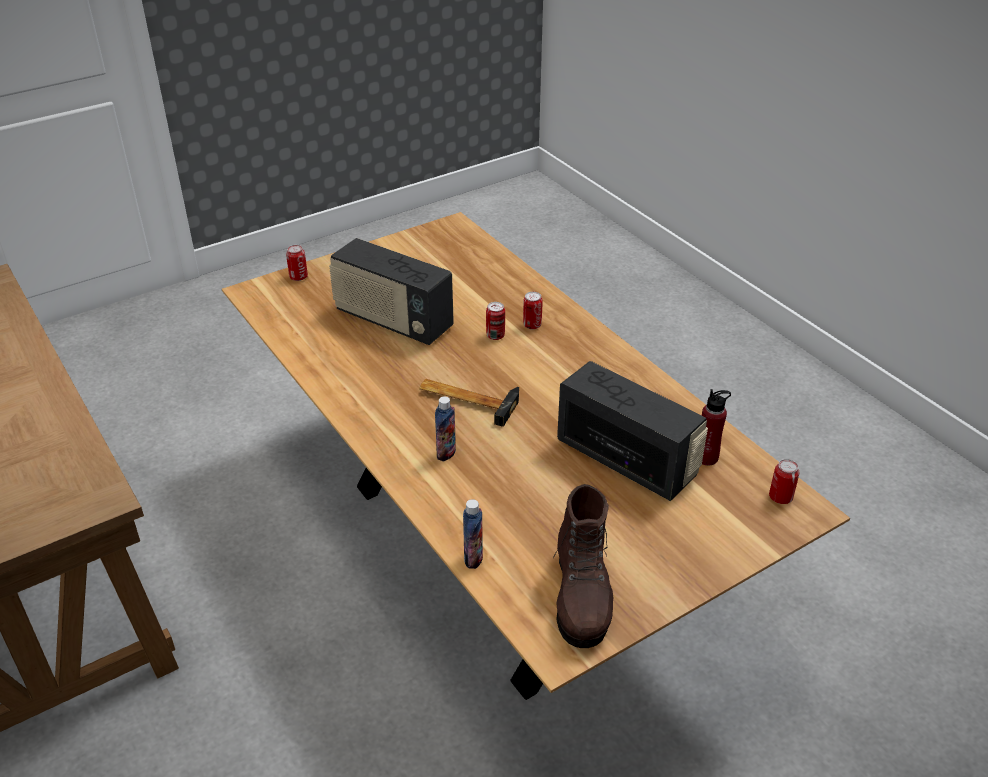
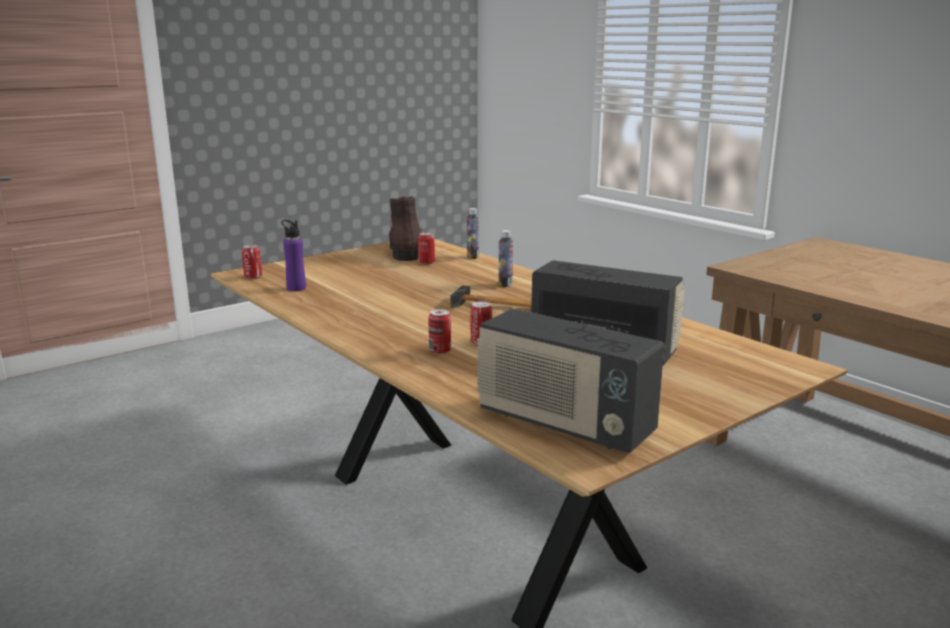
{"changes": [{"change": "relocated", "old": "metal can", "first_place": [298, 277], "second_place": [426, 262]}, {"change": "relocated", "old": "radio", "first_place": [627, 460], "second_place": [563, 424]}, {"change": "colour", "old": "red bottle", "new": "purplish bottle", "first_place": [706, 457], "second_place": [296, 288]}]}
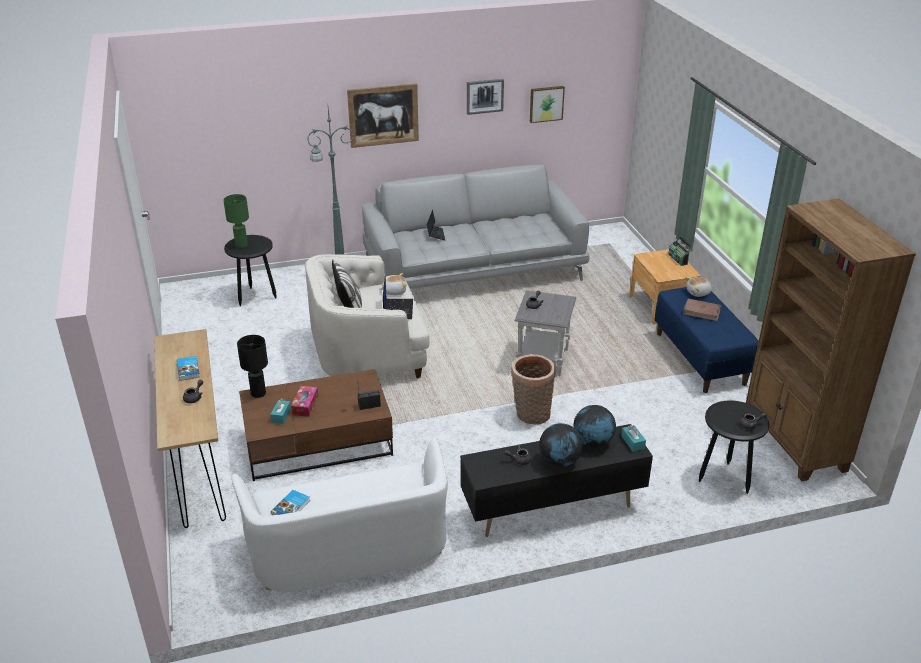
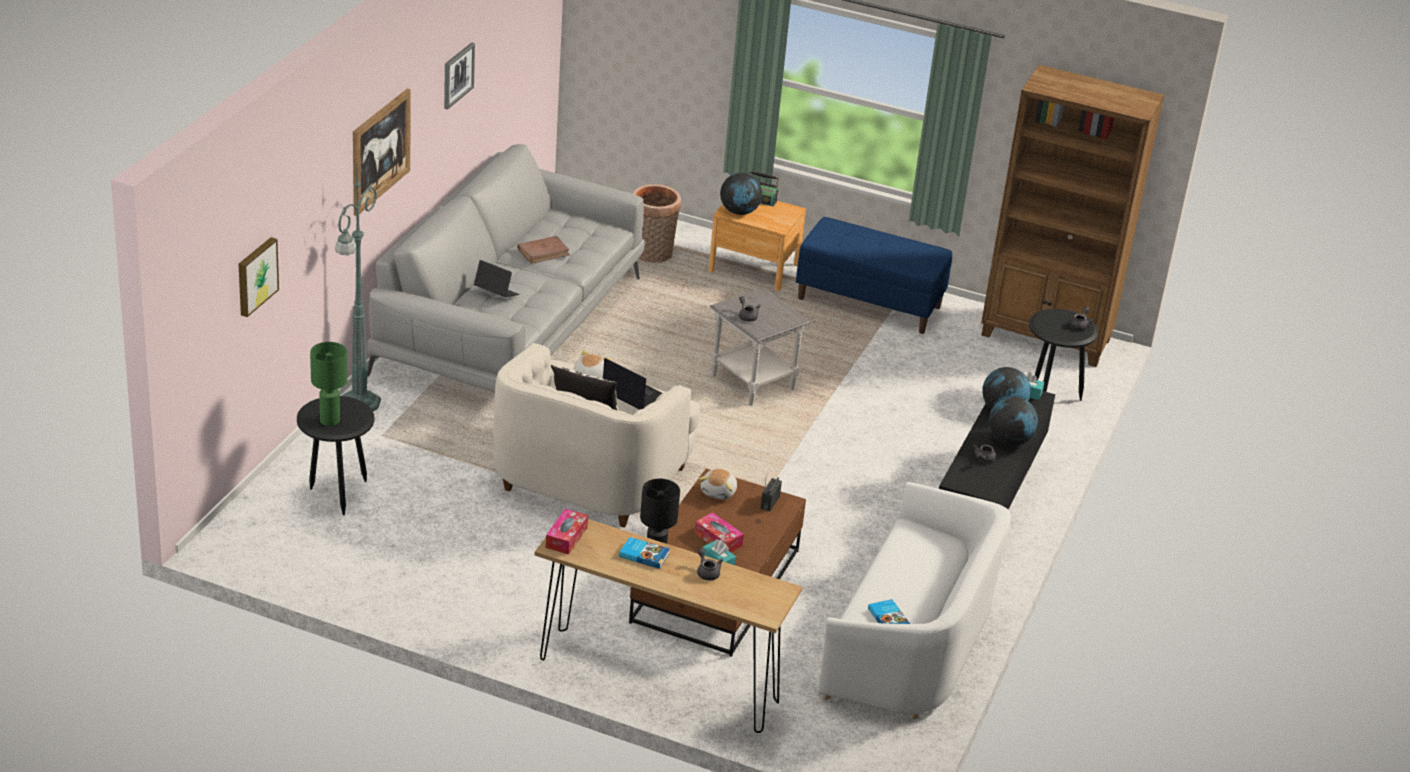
{"changes": [{"change": "appeared", "new": "box of tissues", "second_place": [566, 537]}, {"change": "appeared", "new": "desk globe", "second_place": [739, 212]}, {"change": "relocated", "old": "storage basket", "first_place": [531, 415], "second_place": [652, 255]}, {"change": "relocated", "old": "wall art", "first_place": [546, 103], "second_place": [255, 276]}, {"change": "relocated", "old": "brown-coloured bound book", "first_place": [702, 311], "second_place": [543, 252]}, {"change": "relocated", "old": "soft toy", "first_place": [698, 293], "second_place": [719, 492]}]}
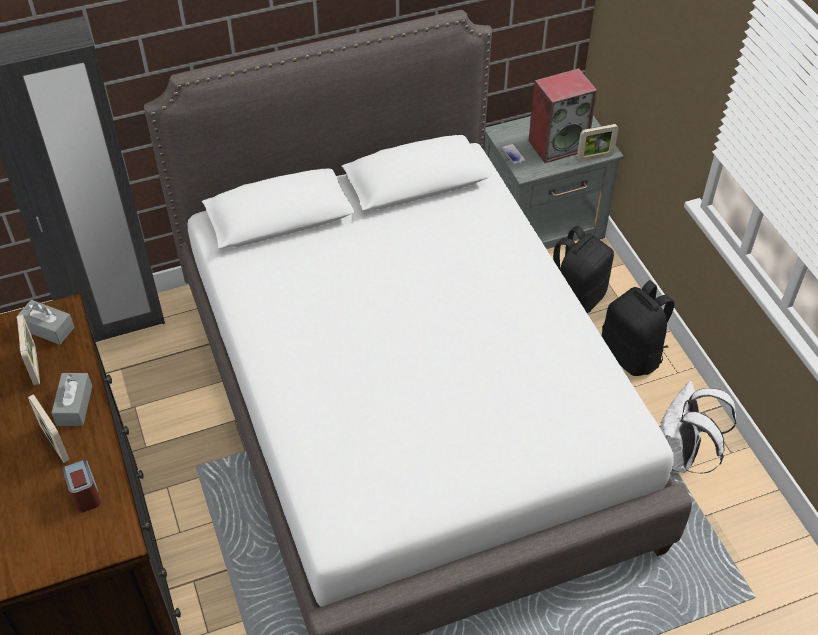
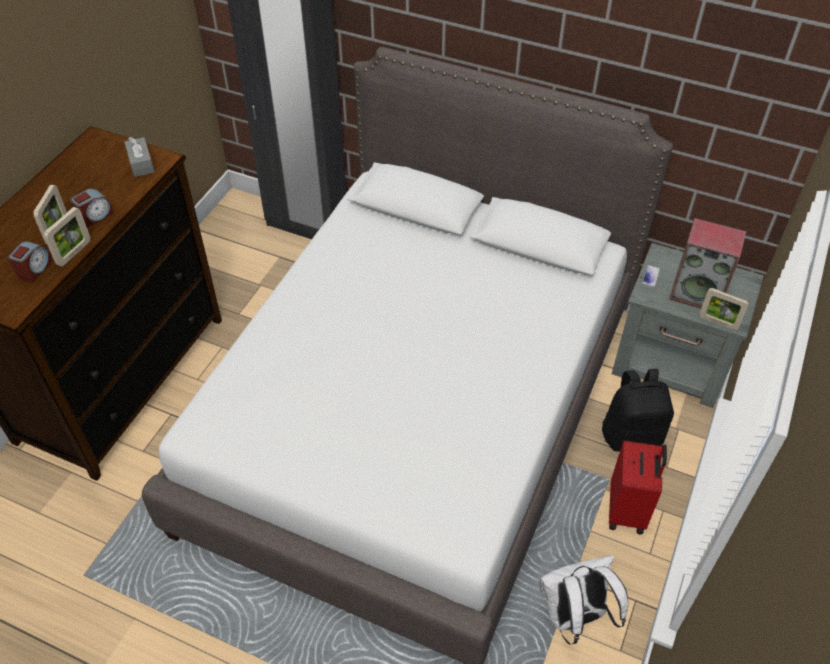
{"changes": [{"change": "relocated", "old": "standing frame", "first_place": [35, 366], "second_place": [74, 253]}, {"change": "exchanged", "old": "gray box of tissues", "new": "alarm clock", "first_place": [74, 405], "second_place": [95, 217]}, {"change": "exchanged", "old": "black backpack", "new": "red suitcase", "first_place": [632, 354], "second_place": [628, 510]}]}
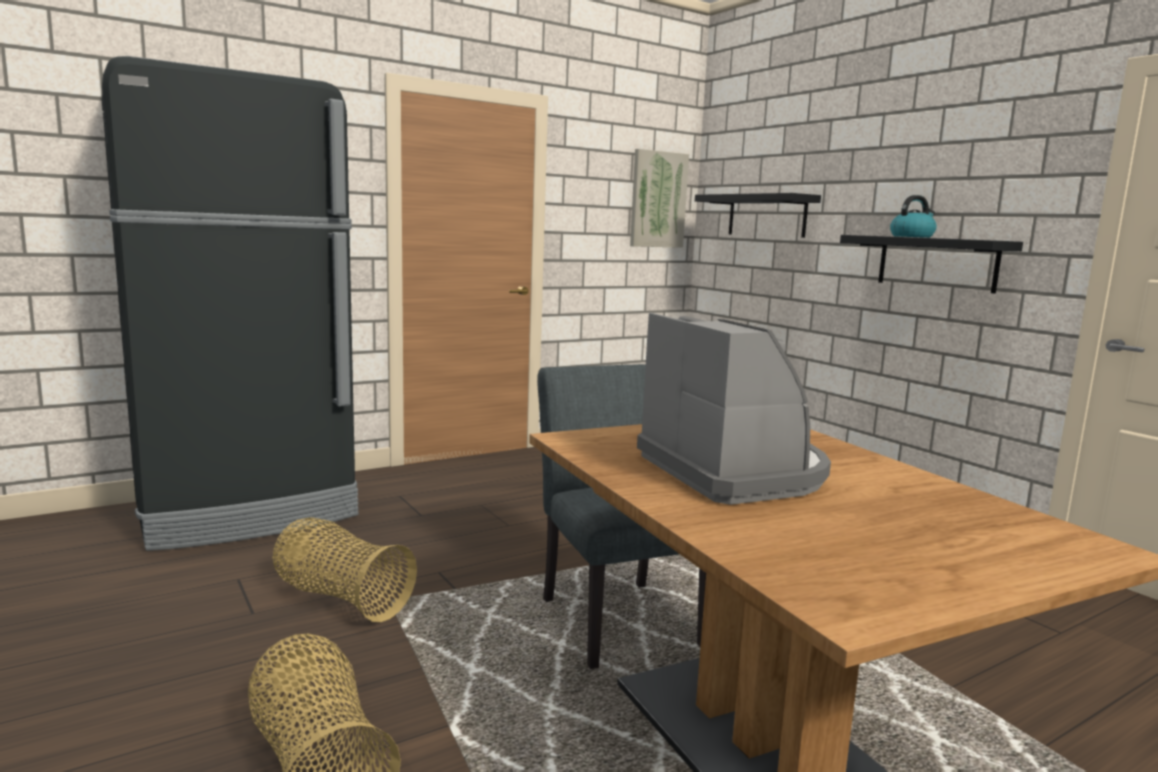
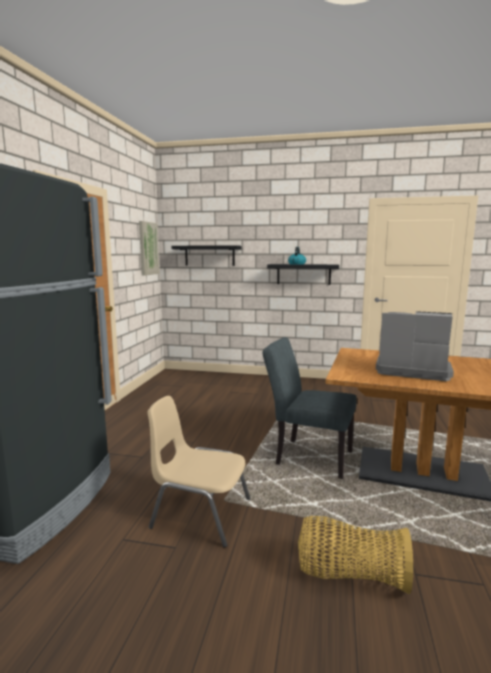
{"changes": [{"change": "exchanged", "old": "storage basket", "new": "beige-coloured chair", "first_place": [341, 598], "second_place": [200, 513]}]}
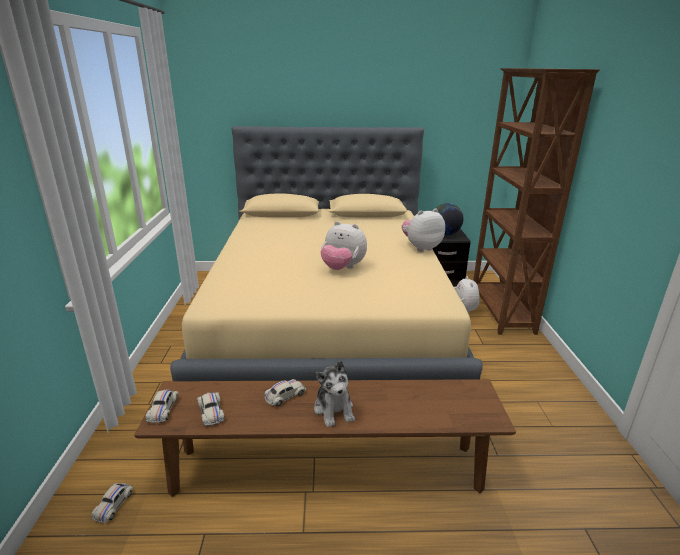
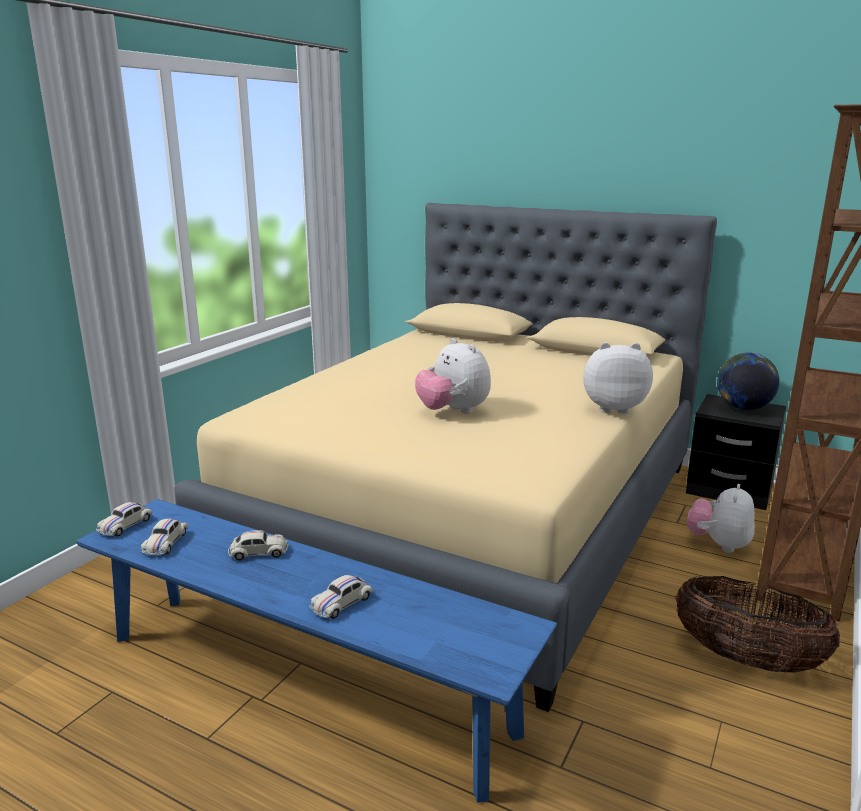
{"changes": [{"change": "missing", "old": "soft toy", "first_place": [334, 409]}, {"change": "appeared", "new": "storage basket", "second_place": [746, 659]}, {"change": "relocated", "old": "white miniature car", "first_place": [113, 505], "second_place": [342, 603]}, {"change": "colour", "old": "brown-coloured long seat", "new": "bluish long seat", "first_place": [327, 469], "second_place": [302, 682]}]}
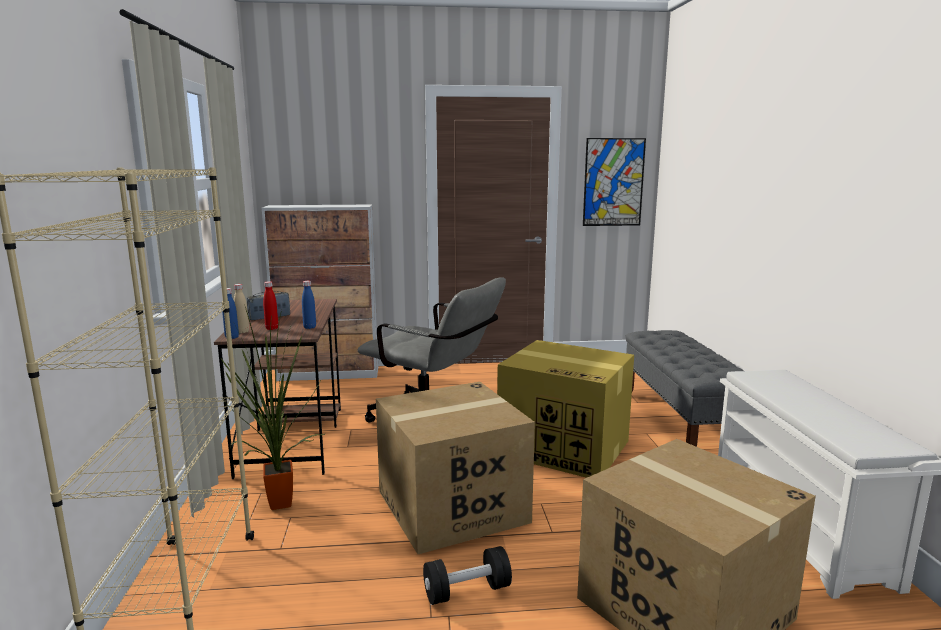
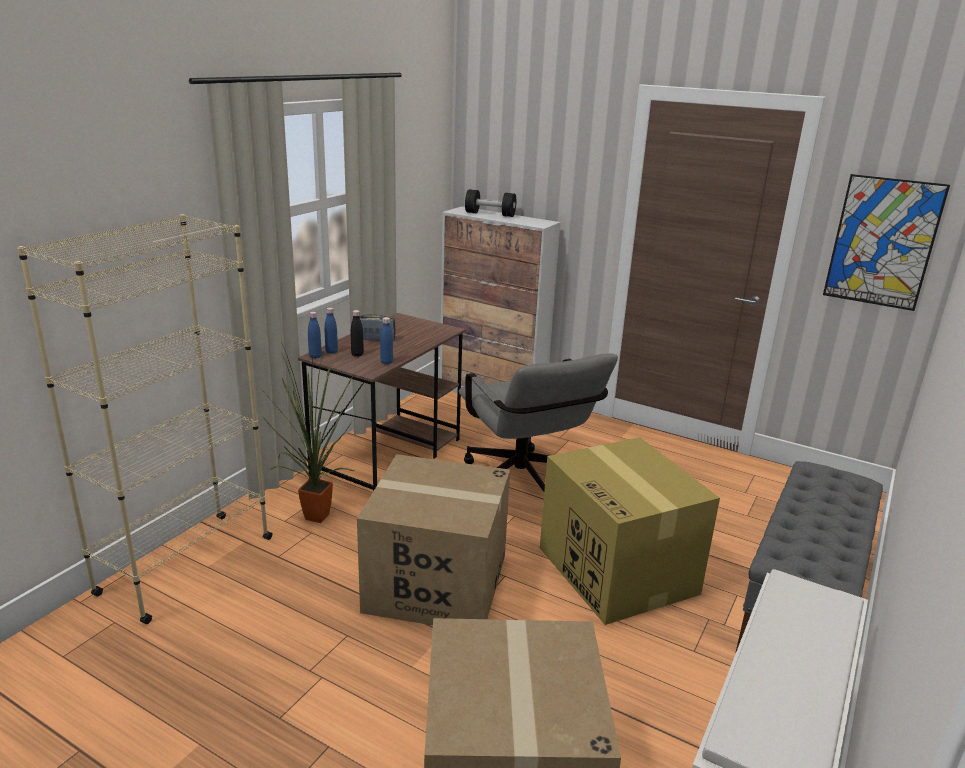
{"changes": [{"change": "relocated", "old": "black dumbbell", "first_place": [467, 591], "second_place": [490, 214]}, {"change": "colour", "old": "beige-coloured bottle", "new": "bluish bottle", "first_place": [242, 332], "second_place": [331, 352]}, {"change": "colour", "old": "red bottle", "new": "black bottle", "first_place": [272, 328], "second_place": [357, 354]}]}
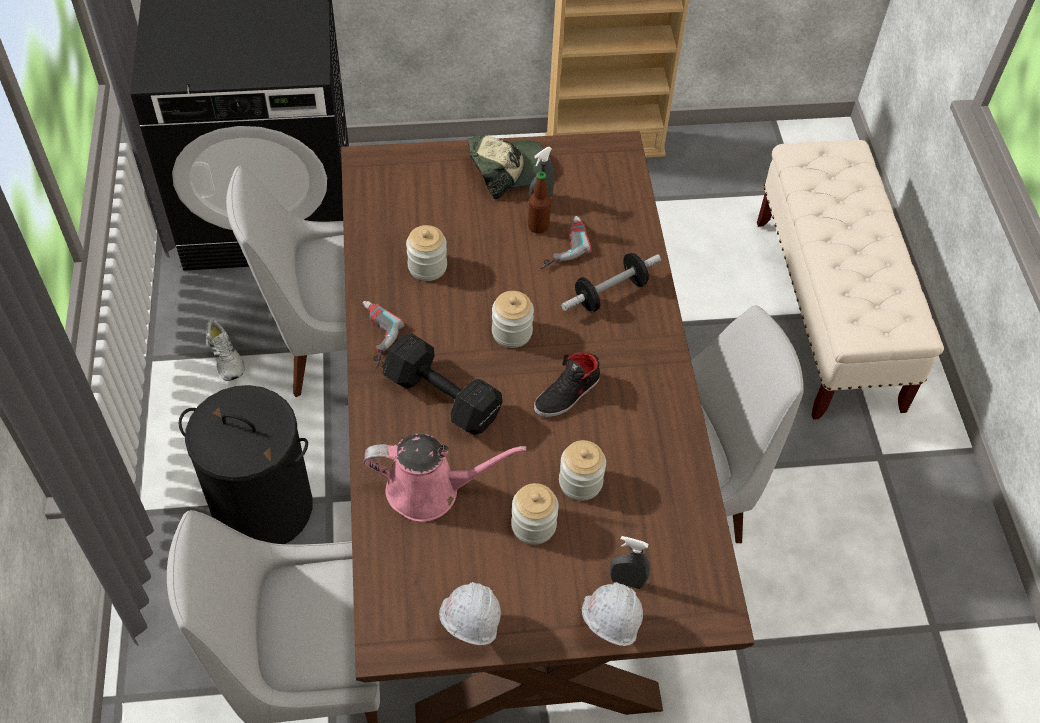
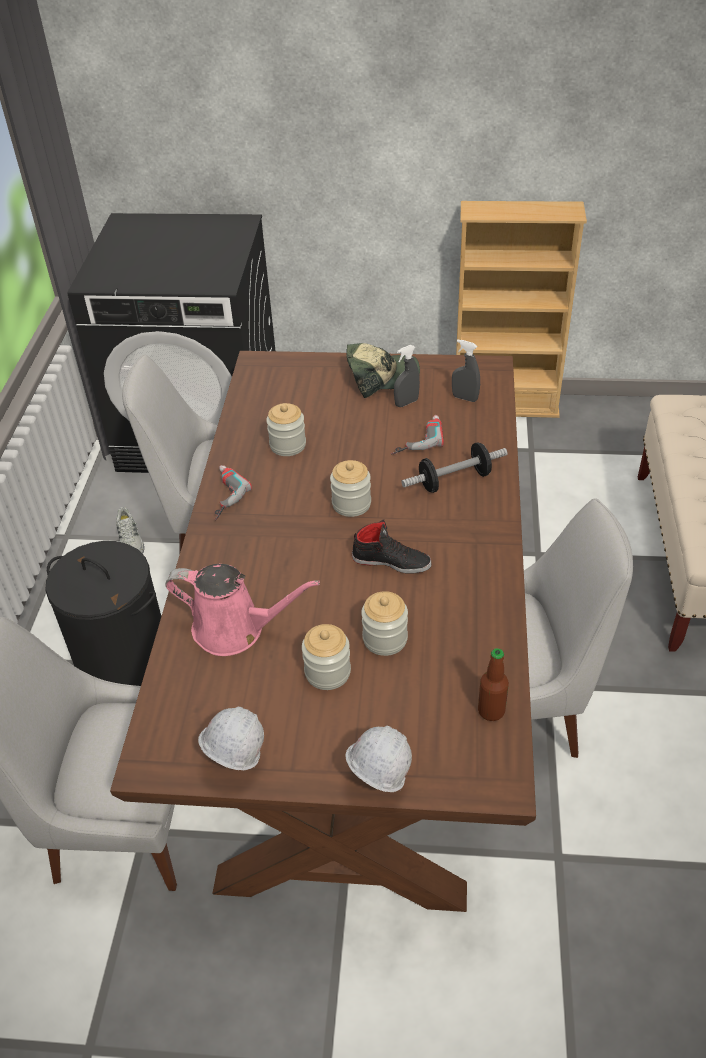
{"changes": [{"change": "missing", "old": "black dumbbell", "first_place": [444, 399]}, {"change": "relocated", "old": "bottle", "first_place": [538, 226], "second_place": [491, 711]}, {"change": "relocated", "old": "gray spray bottle", "first_place": [627, 581], "second_place": [465, 398]}, {"change": "spun", "old": "black shoe", "first_place": [567, 394], "second_place": [391, 561], "degrees": -135}]}
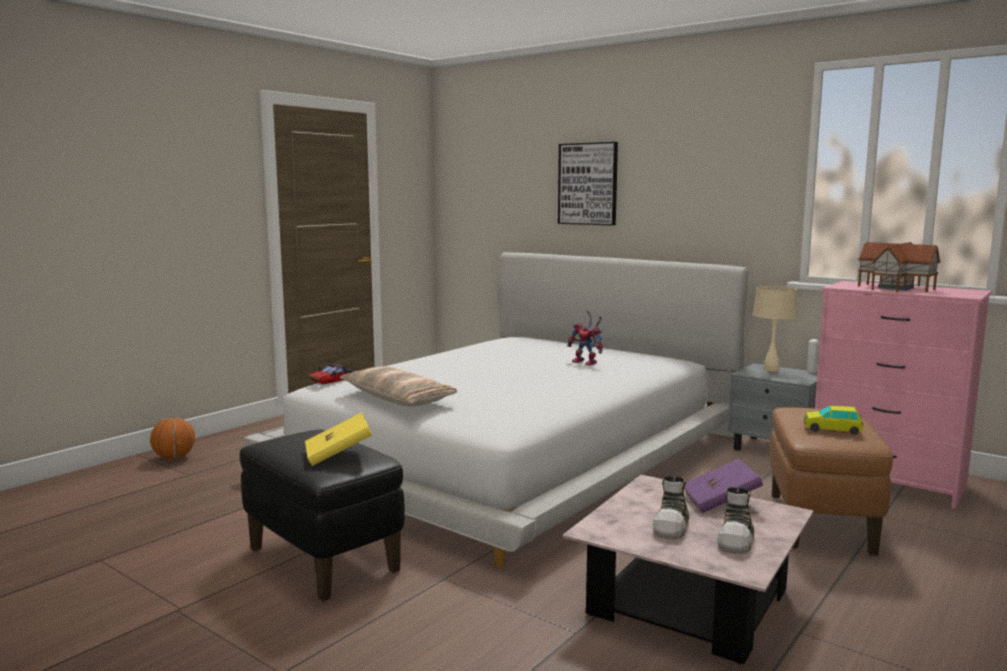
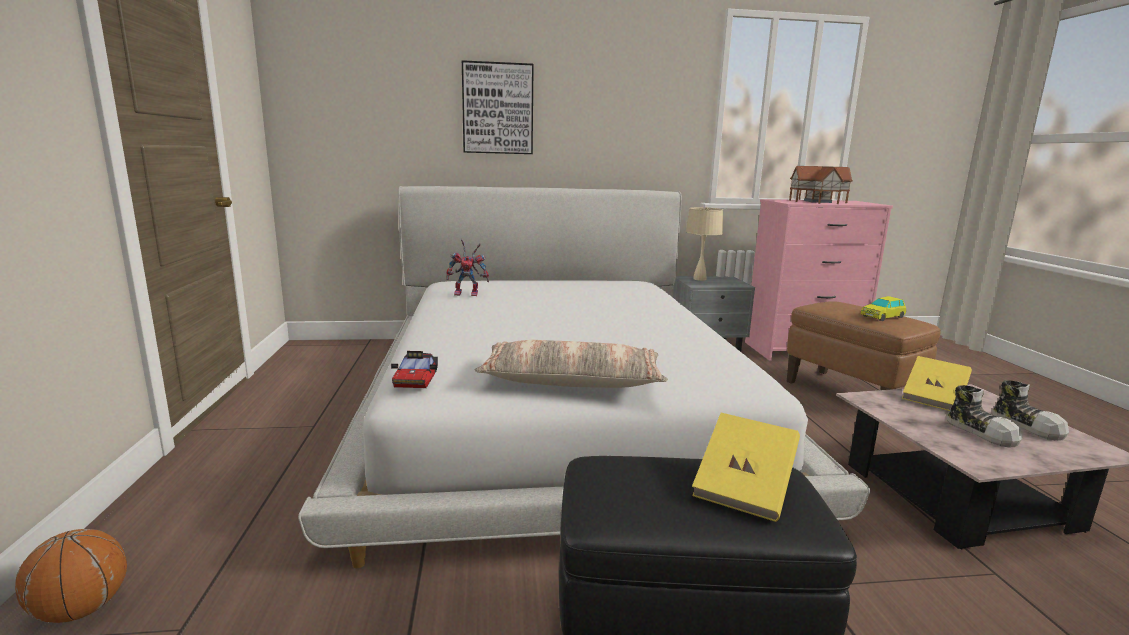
{"changes": [{"change": "relocated", "old": "robot figure", "first_place": [587, 362], "second_place": [468, 293]}, {"change": "colour", "old": "purplish bound book", "new": "yellow-coloured bound book", "first_place": [720, 502], "second_place": [933, 398]}]}
